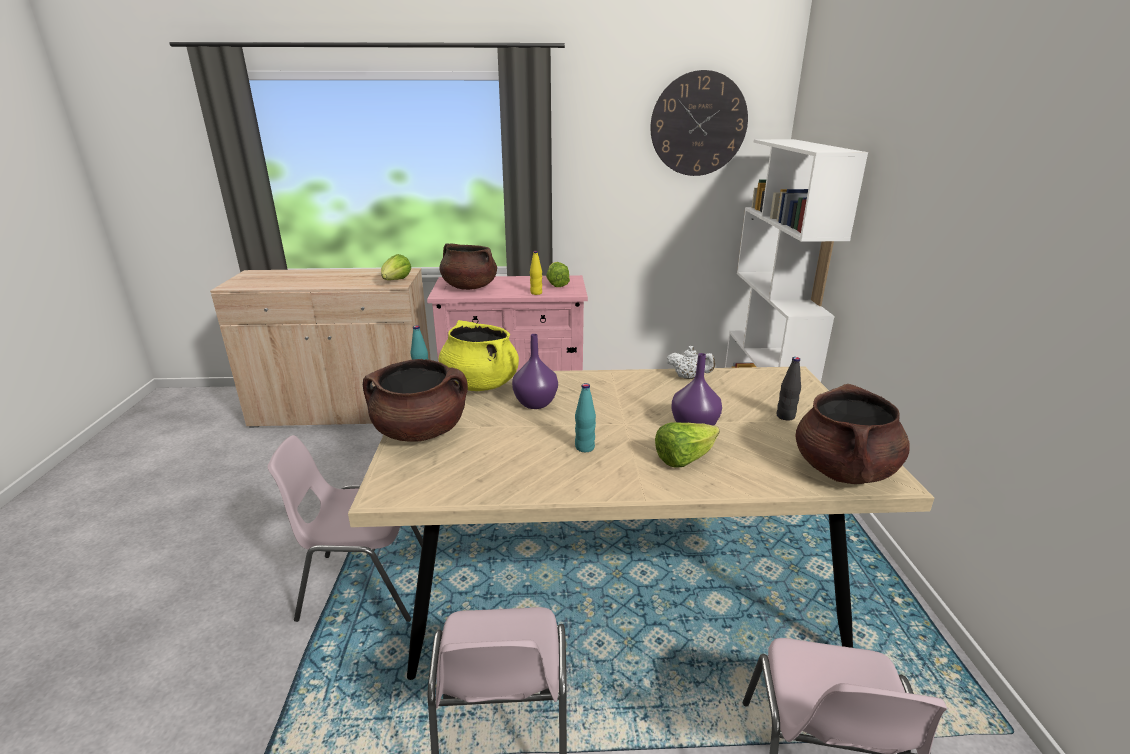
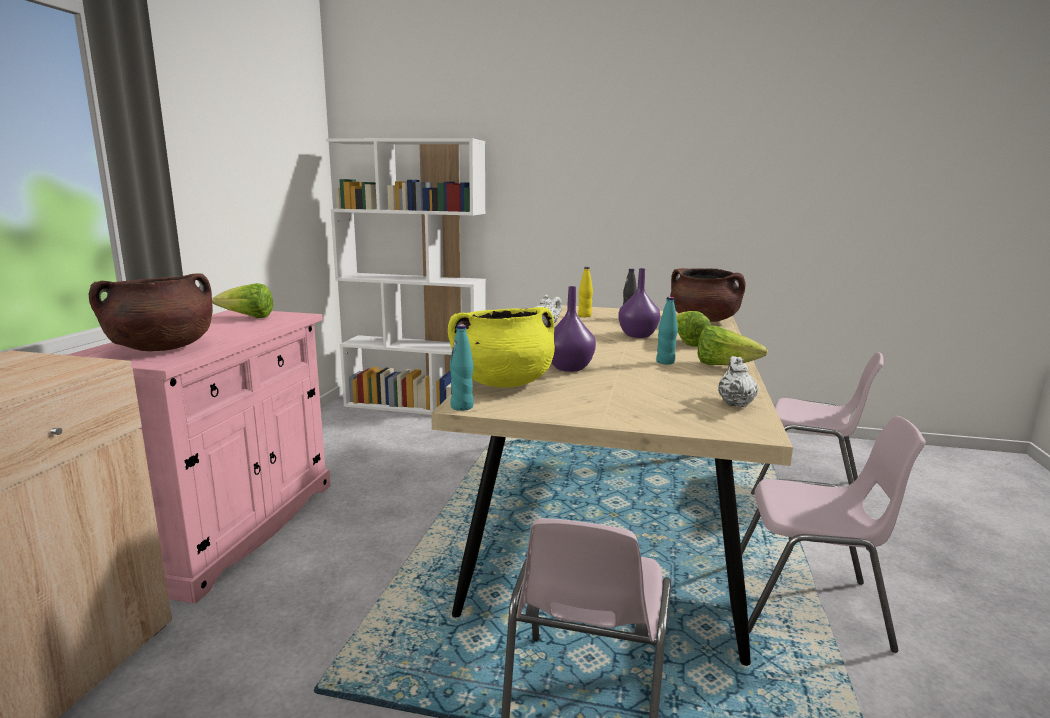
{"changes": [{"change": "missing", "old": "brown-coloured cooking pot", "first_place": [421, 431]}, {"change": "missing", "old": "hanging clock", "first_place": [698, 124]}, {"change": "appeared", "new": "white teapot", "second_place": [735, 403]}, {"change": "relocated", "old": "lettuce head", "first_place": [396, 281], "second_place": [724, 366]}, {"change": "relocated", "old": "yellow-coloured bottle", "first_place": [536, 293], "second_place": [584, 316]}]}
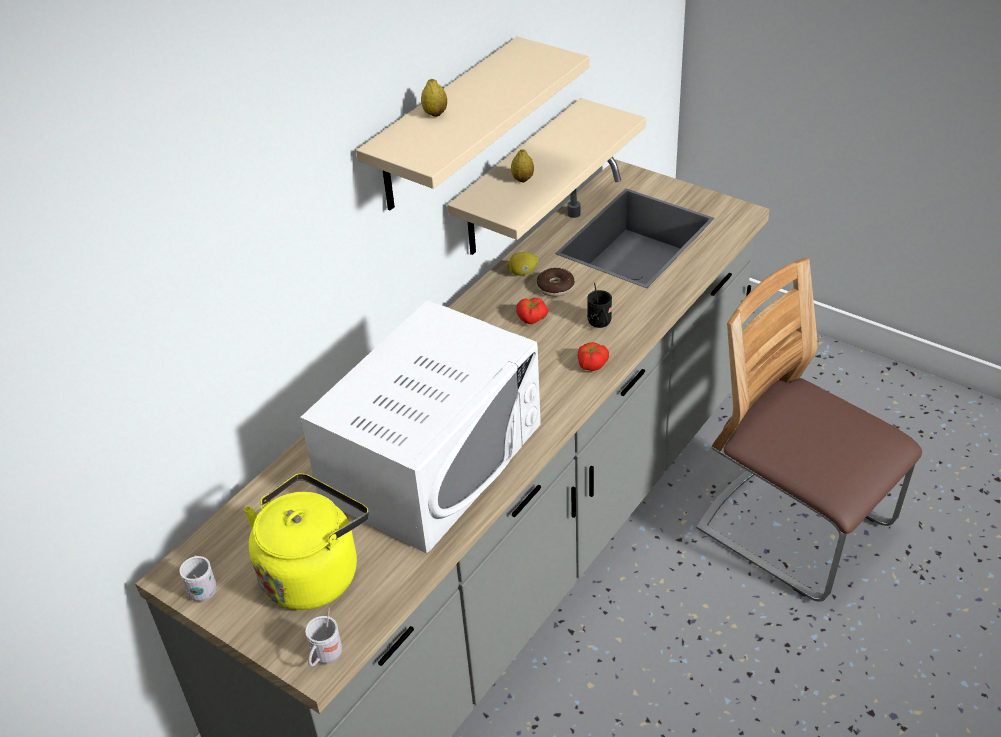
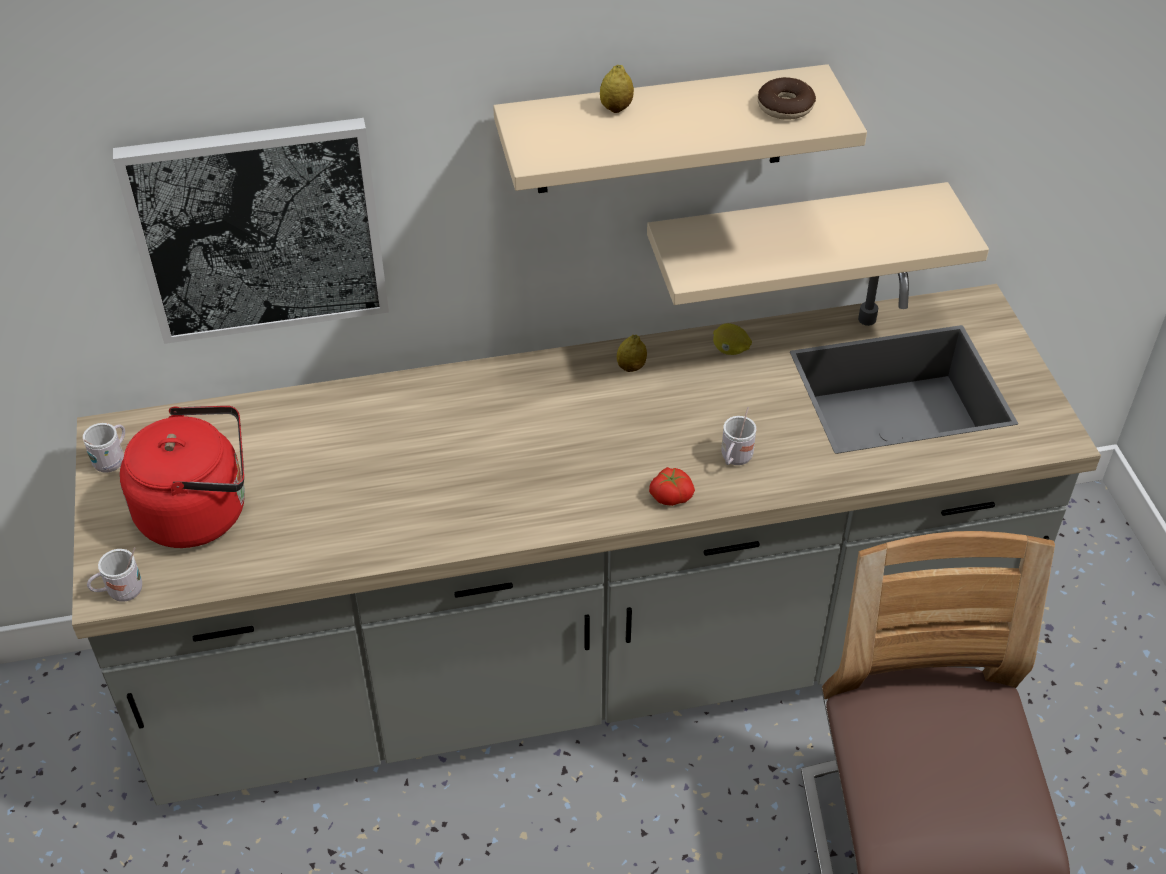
{"changes": [{"change": "missing", "old": "white microwave oven", "first_place": [433, 460]}, {"change": "missing", "old": "whole tomato", "first_place": [531, 319]}, {"change": "appeared", "new": "wall art", "second_place": [259, 230]}, {"change": "relocated", "old": "lemon", "first_place": [522, 179], "second_place": [631, 367]}, {"change": "relocated", "old": "donut", "first_place": [555, 287], "second_place": [785, 107]}, {"change": "colour", "old": "yellow-coloured water kettle", "new": "red water kettle", "first_place": [313, 572], "second_place": [201, 511]}, {"change": "colour", "old": "black mug", "new": "white mug", "first_place": [600, 324], "second_place": [734, 460]}]}
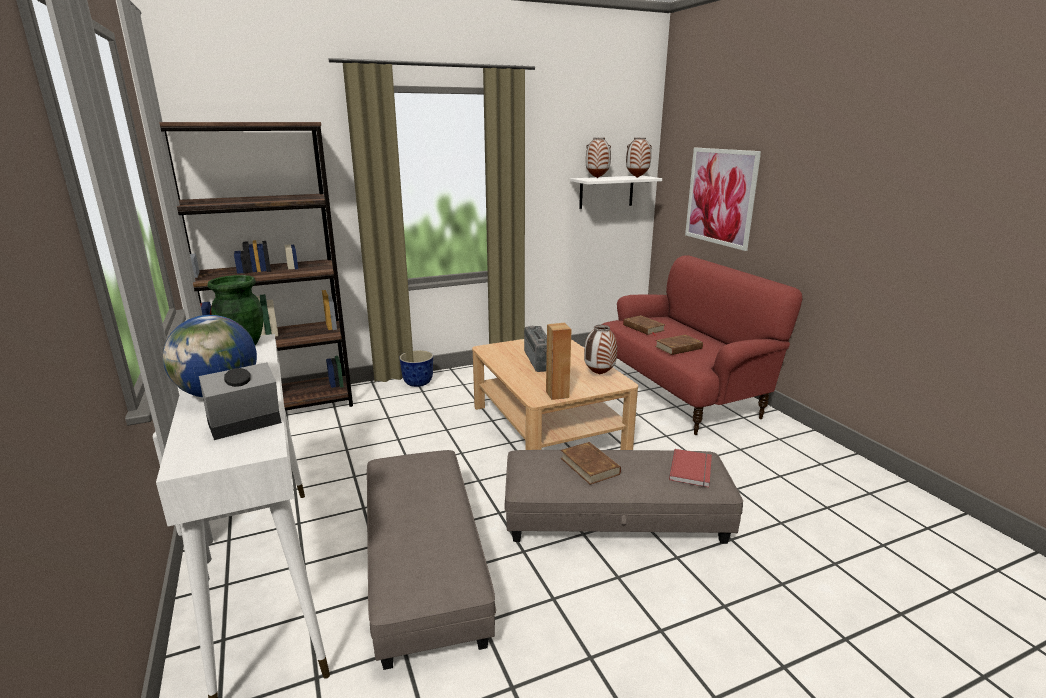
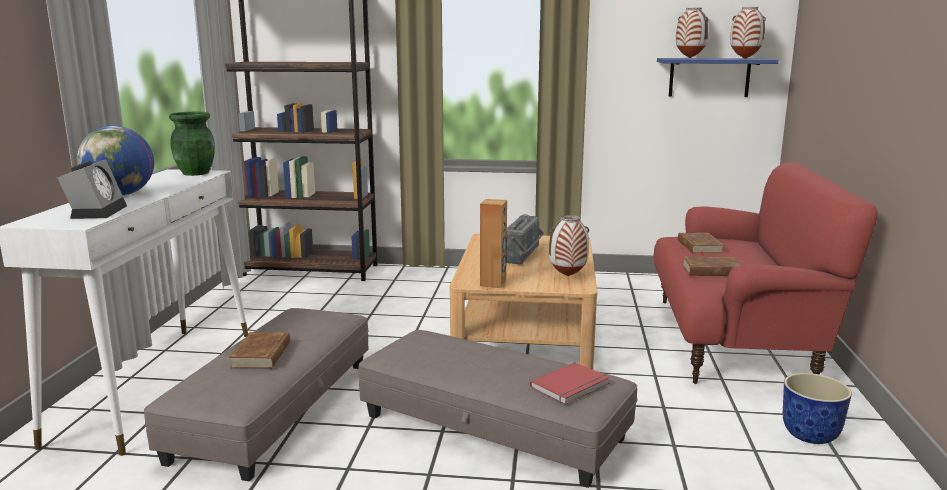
{"changes": [{"change": "missing", "old": "wall art", "first_place": [720, 197]}, {"change": "relocated", "old": "flower pot", "first_place": [418, 383], "second_place": [811, 435]}, {"change": "relocated", "old": "brown-coloured bound book", "first_place": [590, 466], "second_place": [262, 354]}, {"change": "colour", "old": "white shelf", "new": "bluish shelf", "first_place": [606, 192], "second_place": [709, 77]}, {"change": "spun", "old": "alarm clock", "first_place": [243, 425], "second_place": [97, 211], "degrees": 90}]}
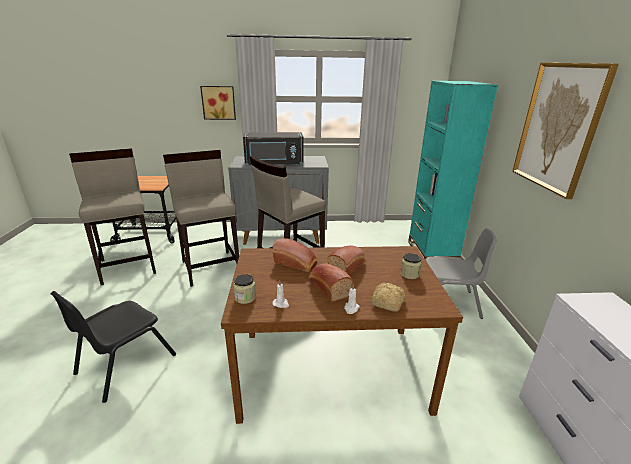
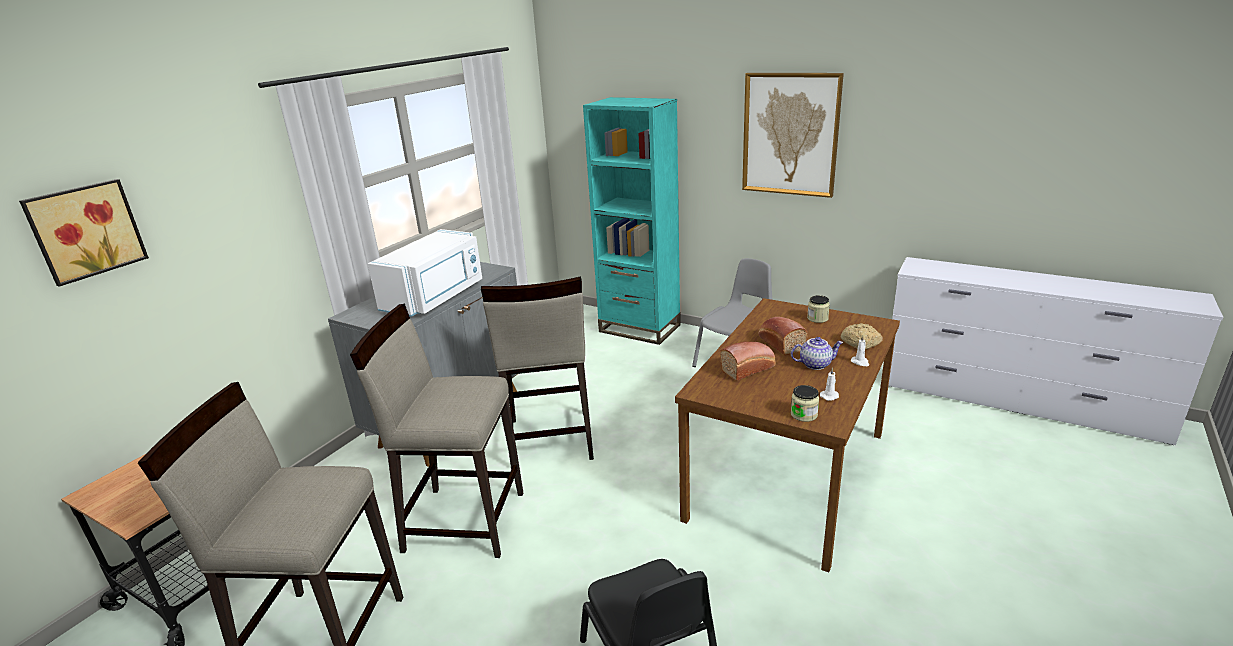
{"changes": [{"change": "relocated", "old": "wall art", "first_place": [218, 102], "second_place": [85, 230]}, {"change": "exchanged", "old": "bread", "new": "teapot", "first_place": [327, 288], "second_place": [815, 364]}, {"change": "colour", "old": "black microwave oven", "new": "white microwave oven", "first_place": [274, 164], "second_place": [436, 297]}]}
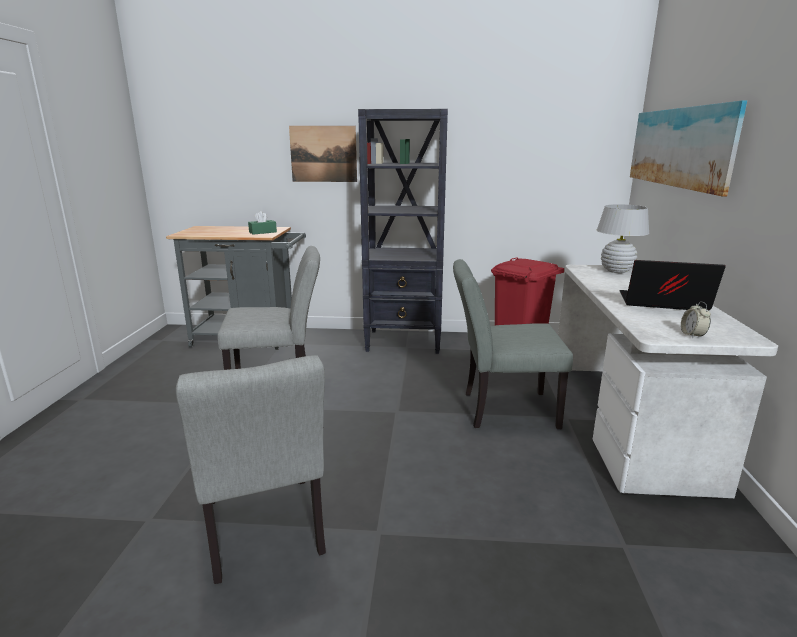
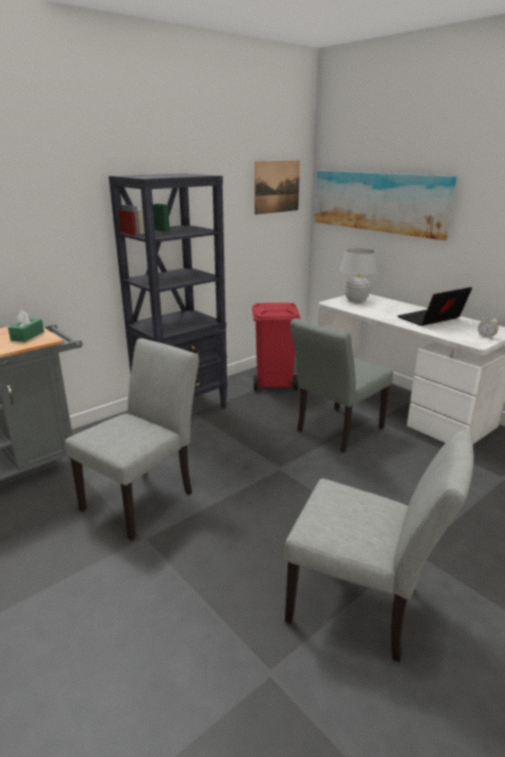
{"changes": [{"change": "relocated", "old": "wall art", "first_place": [323, 154], "second_place": [277, 187]}]}
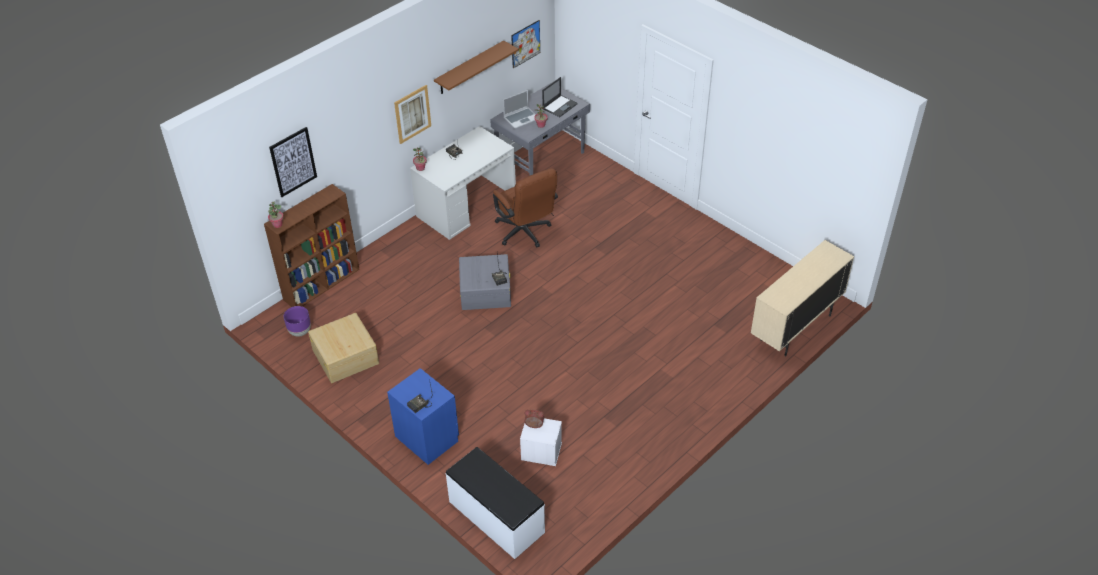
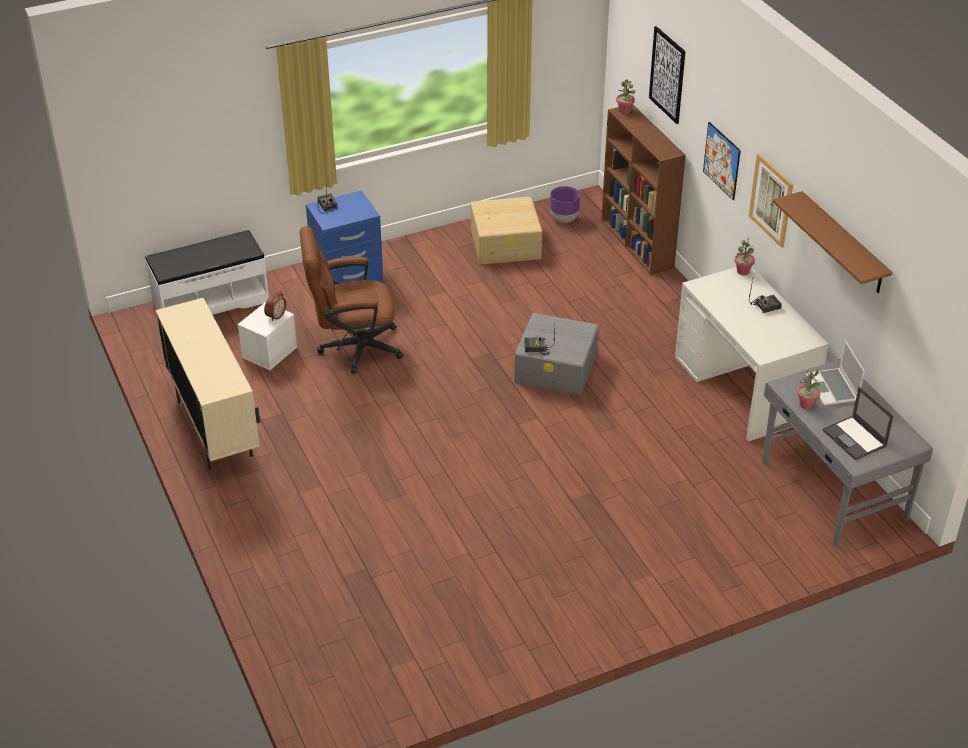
{"changes": [{"change": "relocated", "old": "brown-coloured desk chair", "first_place": [525, 233], "second_place": [352, 348]}, {"change": "relocated", "old": "wall art", "first_place": [525, 44], "second_place": [721, 160]}, {"change": "relocated", "old": "beige-coloured storage cabinet", "first_place": [795, 328], "second_place": [214, 429]}]}
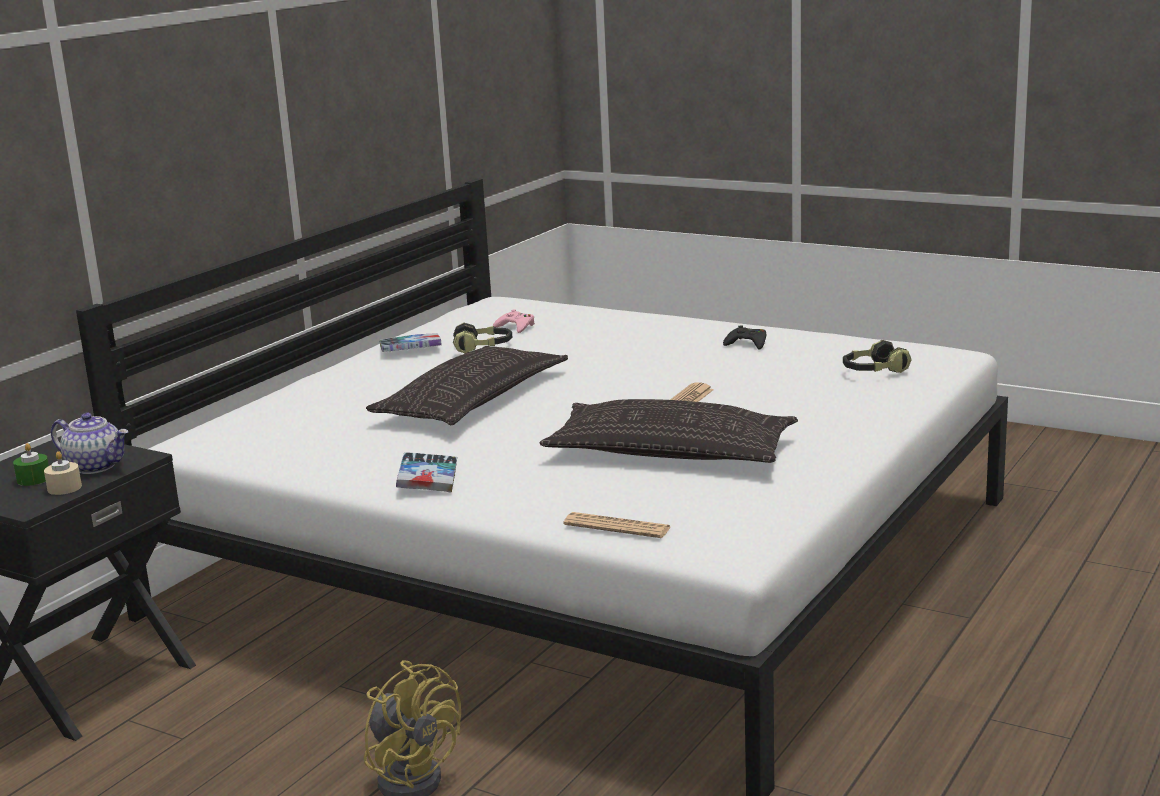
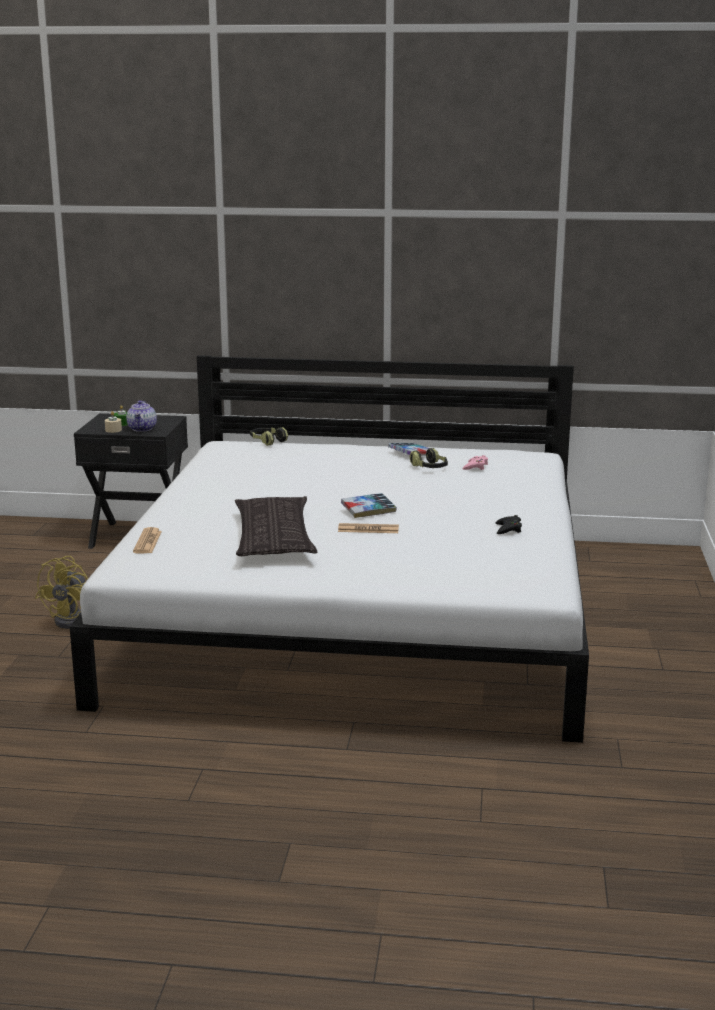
{"changes": [{"change": "missing", "old": "pillow", "first_place": [472, 400]}, {"change": "relocated", "old": "bound book", "first_place": [428, 480], "second_place": [368, 510]}, {"change": "relocated", "old": "pair of headphones", "first_place": [874, 371], "second_place": [267, 441]}]}
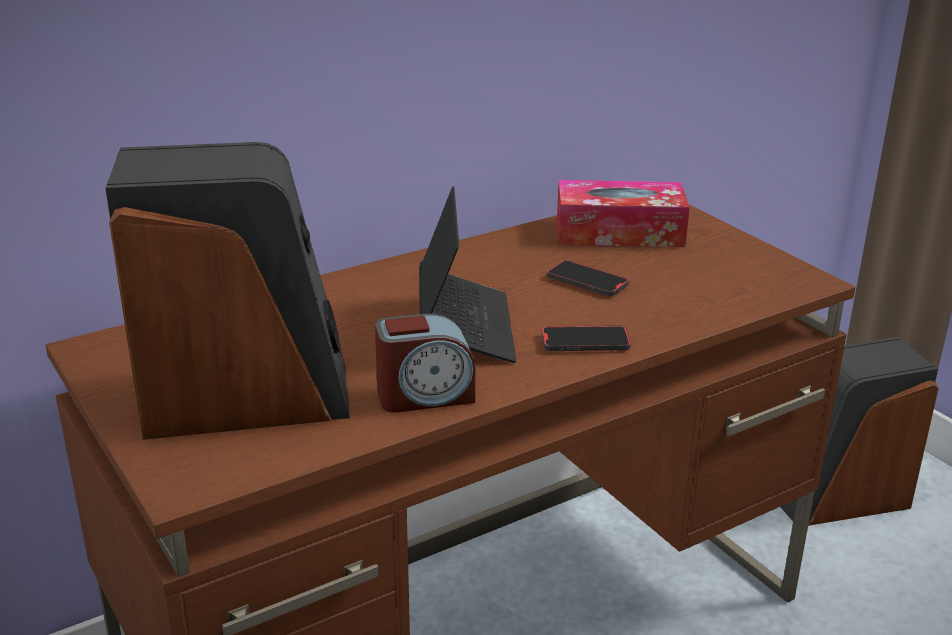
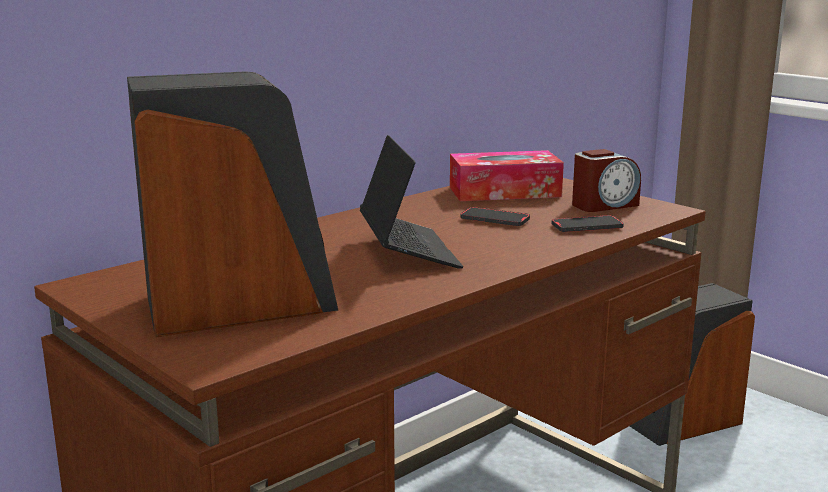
{"changes": [{"change": "relocated", "old": "alarm clock", "first_place": [425, 395], "second_place": [604, 205]}, {"change": "relocated", "old": "phone", "first_place": [585, 342], "second_place": [587, 227]}]}
